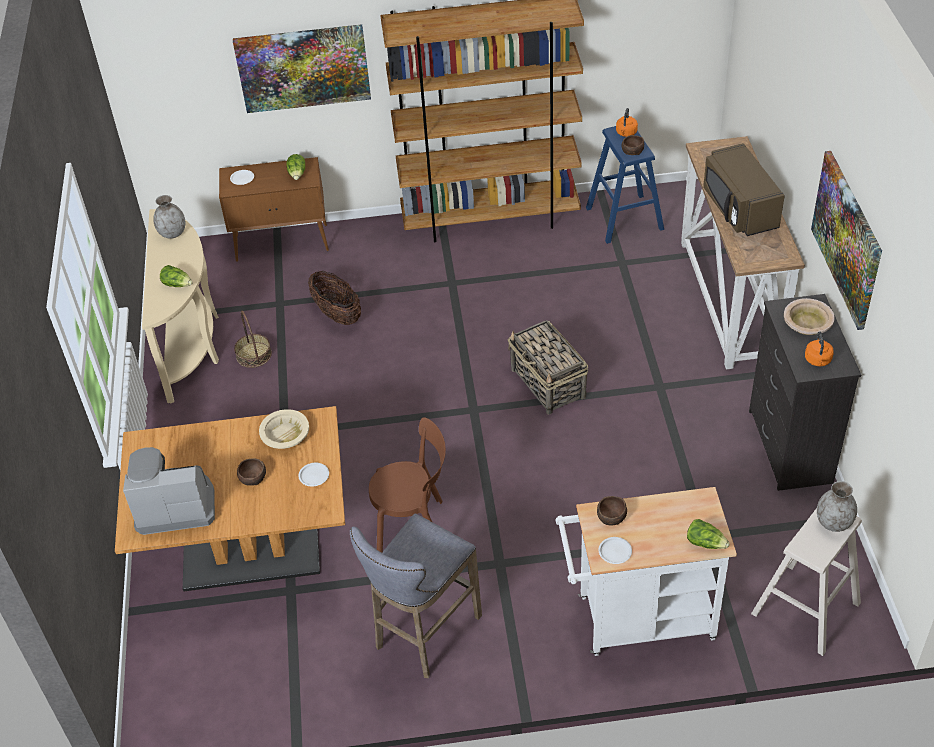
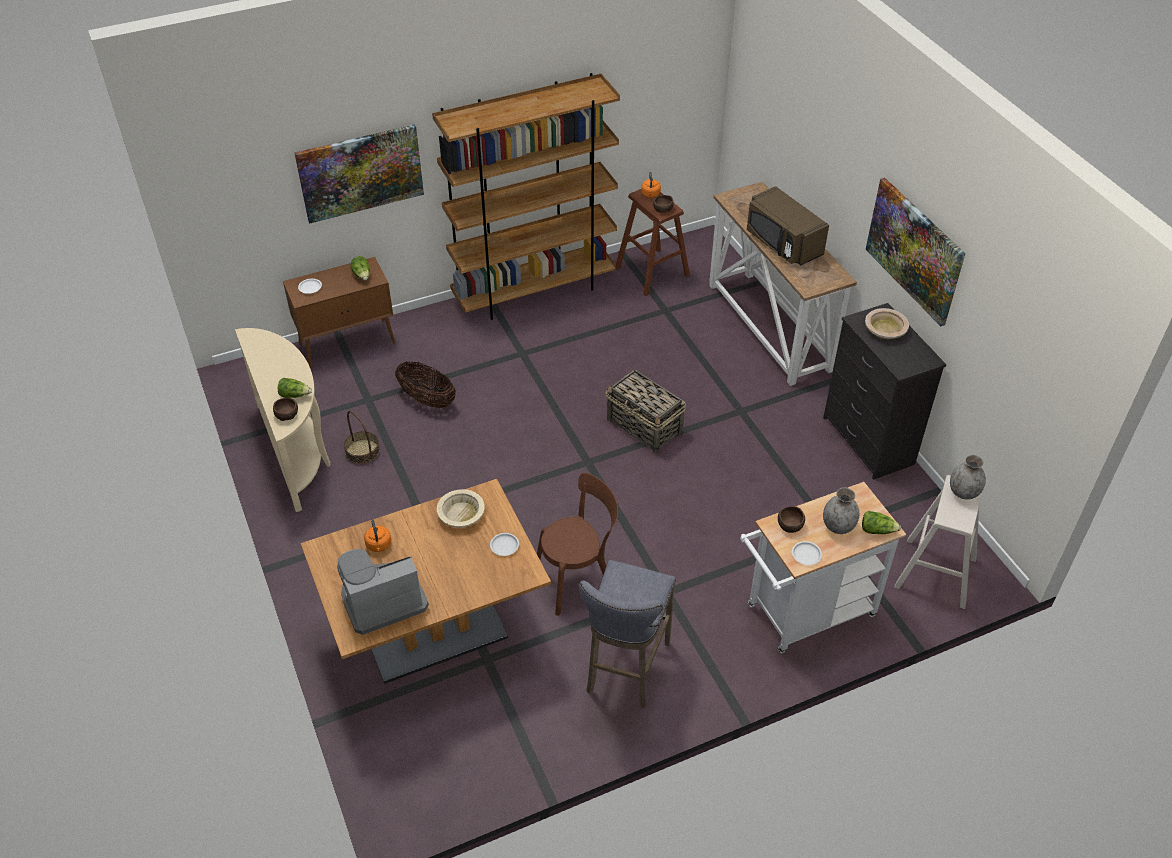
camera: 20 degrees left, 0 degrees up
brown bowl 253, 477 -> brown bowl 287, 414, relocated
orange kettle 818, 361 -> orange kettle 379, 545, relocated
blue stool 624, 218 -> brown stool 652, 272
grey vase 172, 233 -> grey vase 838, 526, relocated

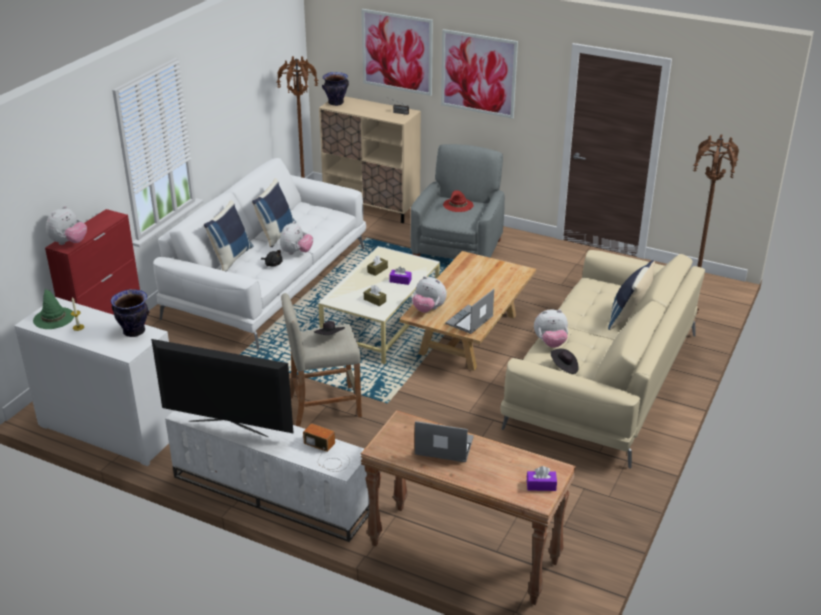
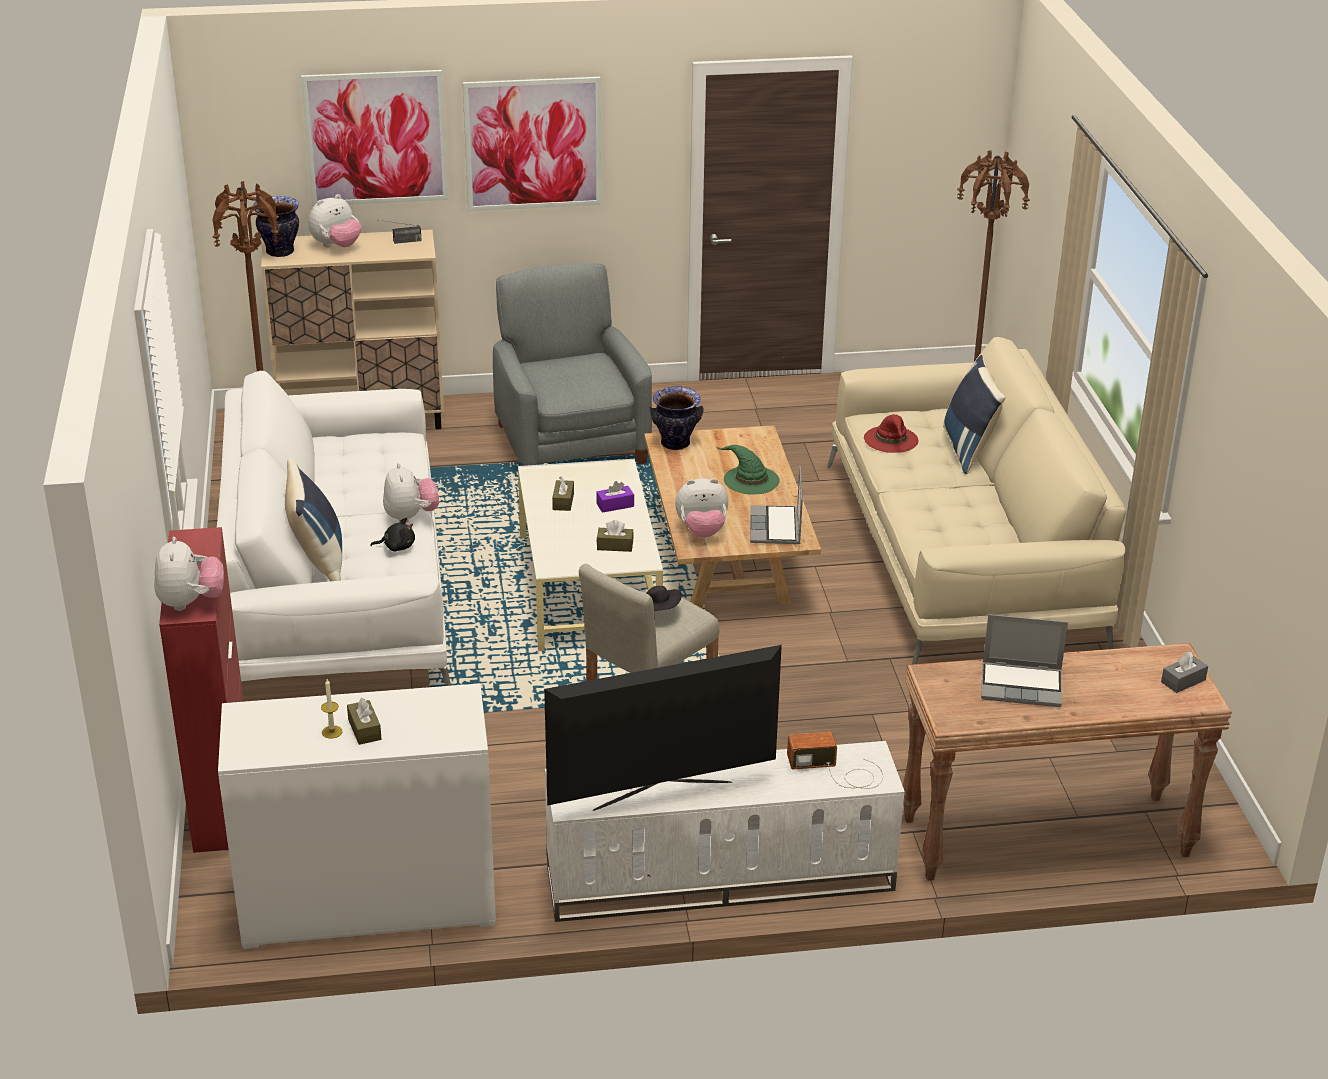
camera: 35 degrees left, 0 degrees up
plush toy 550, 343 -> plush toy 336, 246, relocated
none -> brown tissue box 364, 729
vase 134, 332 -> vase 675, 444, relocated
green hat 53, 317 -> green hat 750, 480, relocated
red hat 458, 205 -> red hat 891, 439, relocated
laptop 443, 447 -> laptop 1022, 685, 150 degrees counterclockwise
purple tissue box 541, 485 -> grey tissue box 1183, 681
blue pillow 275, 233 -> none
black hat 564, 367 -> none

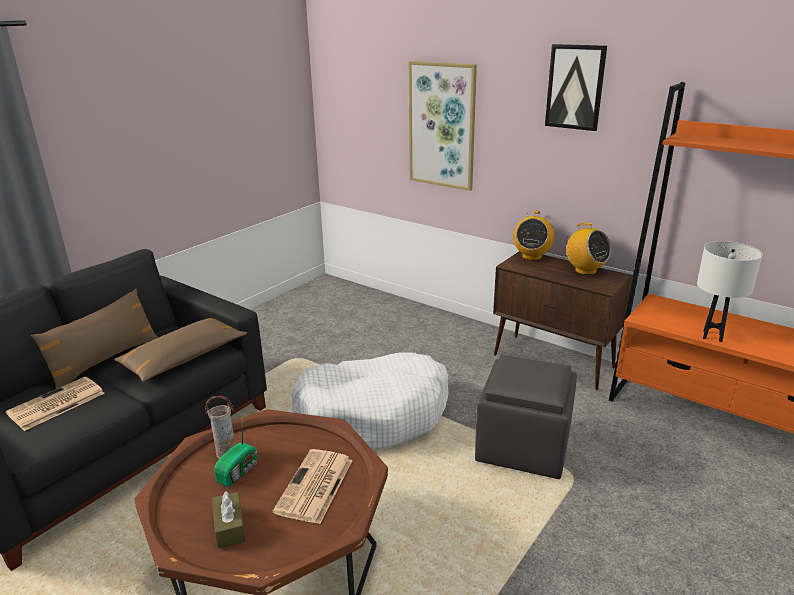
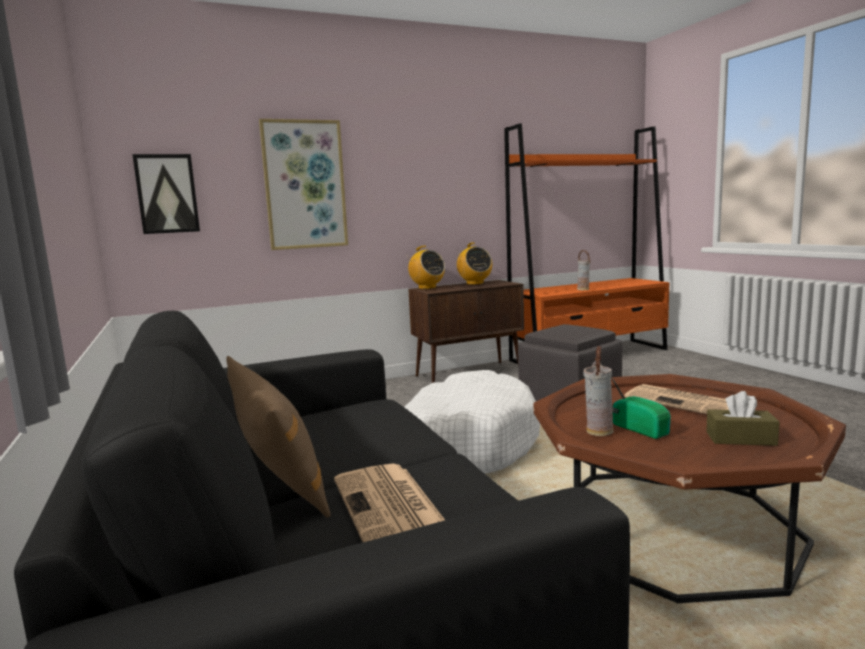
camera: 60 degrees left, 15 degrees down
picture 575, 87 -> picture 167, 194, relocated
radio 585, 270 -> radio 474, 283, 75 degrees clockwise
white table lamp 712, 336 -> vase 583, 290
brown pillow 184, 358 -> none

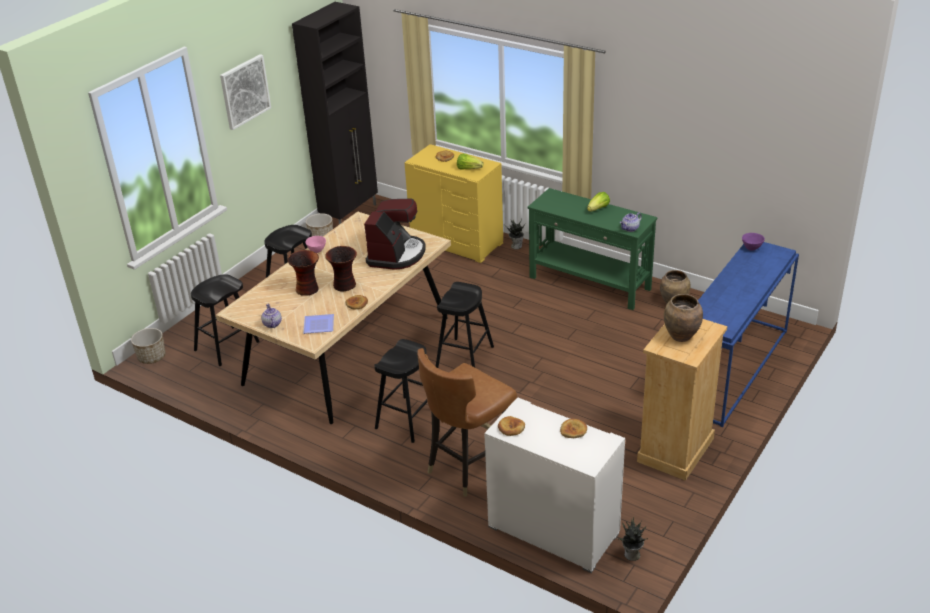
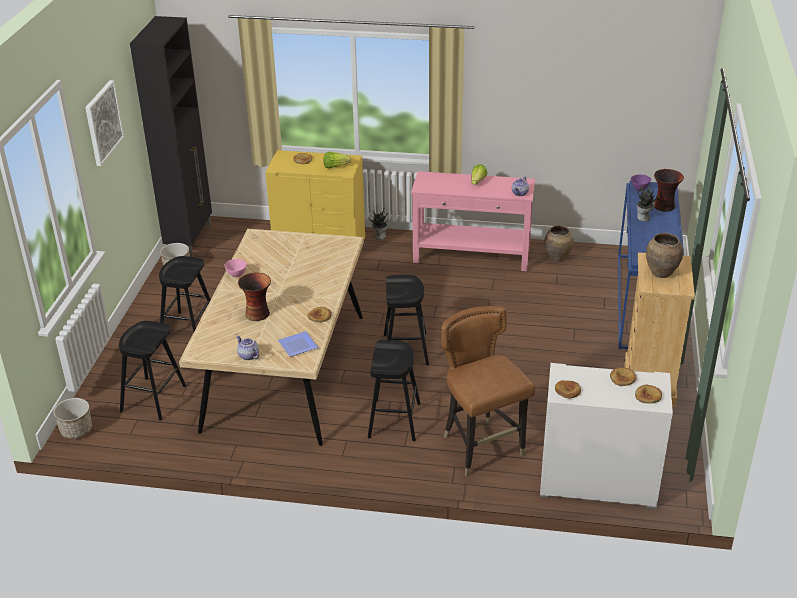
camera: 25 degrees left, 0 degrees up
green console table 590, 283 -> pink console table 472, 256
brown chair 468, 467 -> brown chair 482, 448, 135 degrees clockwise
none -> bread 648, 396
potted plant 632, 555 -> potted plant 643, 218, relocated
vase 345, 285 -> vase 664, 206, relocated
coffee machine 396, 254 -> none

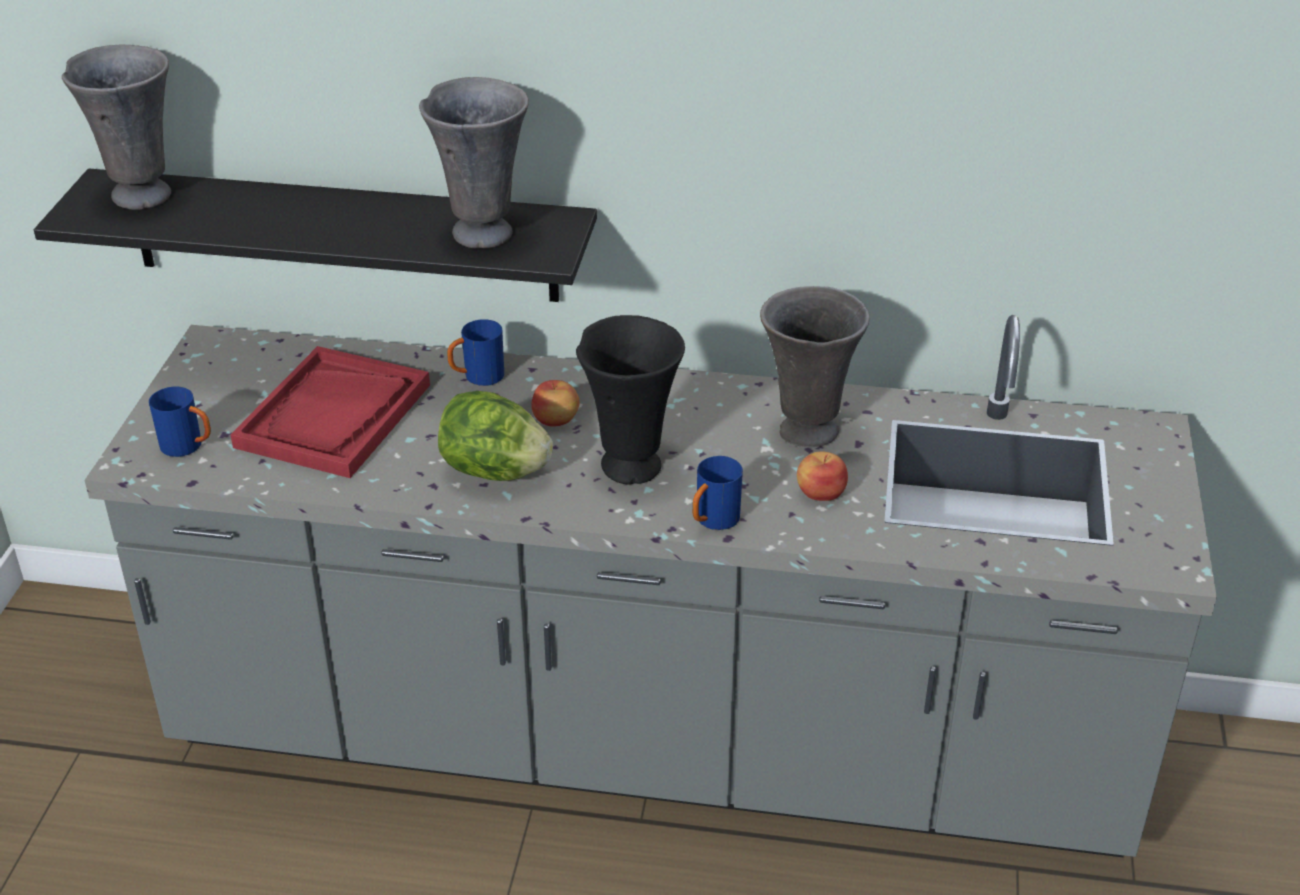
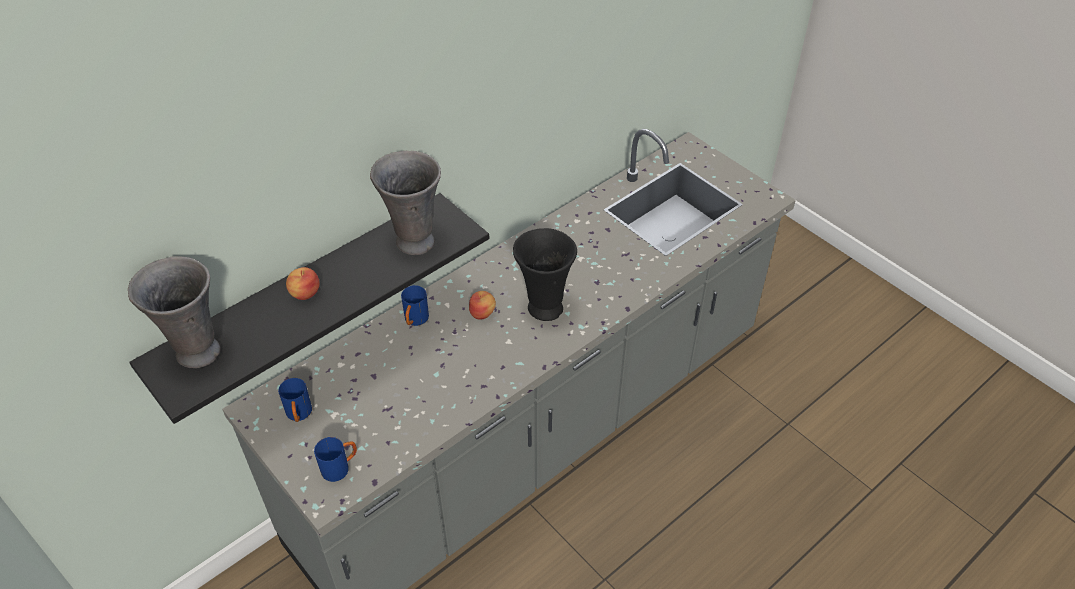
camera: 50 degrees left, 10 degrees up
blue mug 712, 522 -> blue mug 299, 415, relocated
apple 820, 492 -> apple 305, 293, relocated
red tray 334, 416 -> none
lettuce 494, 472 -> none
grey vase 806, 432 -> none

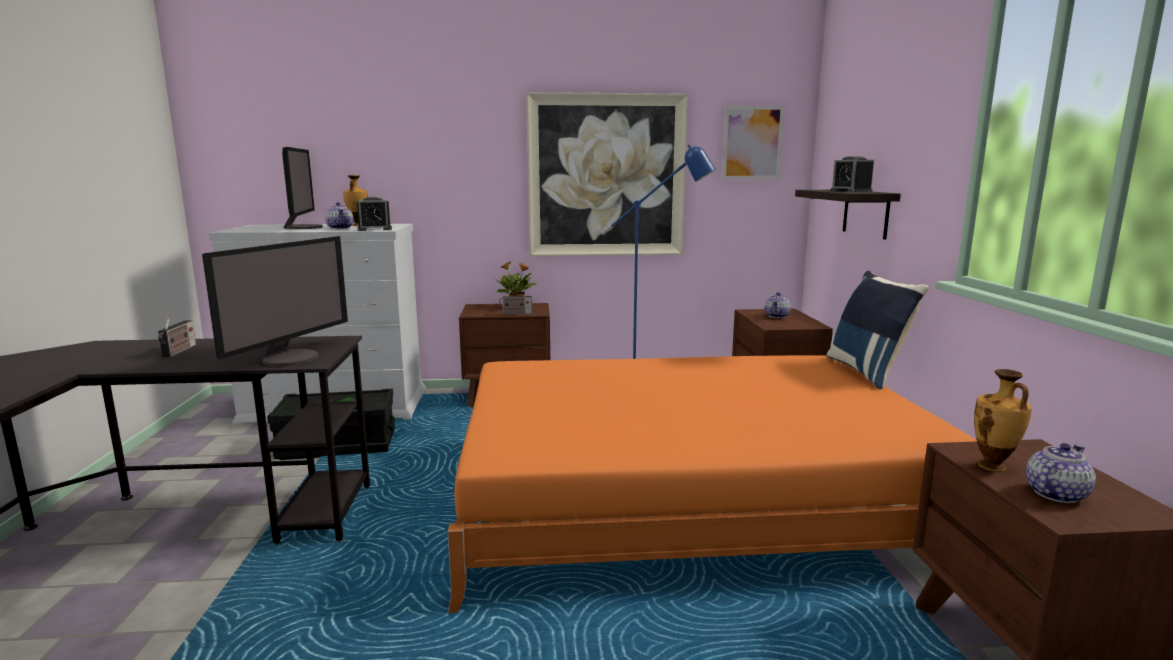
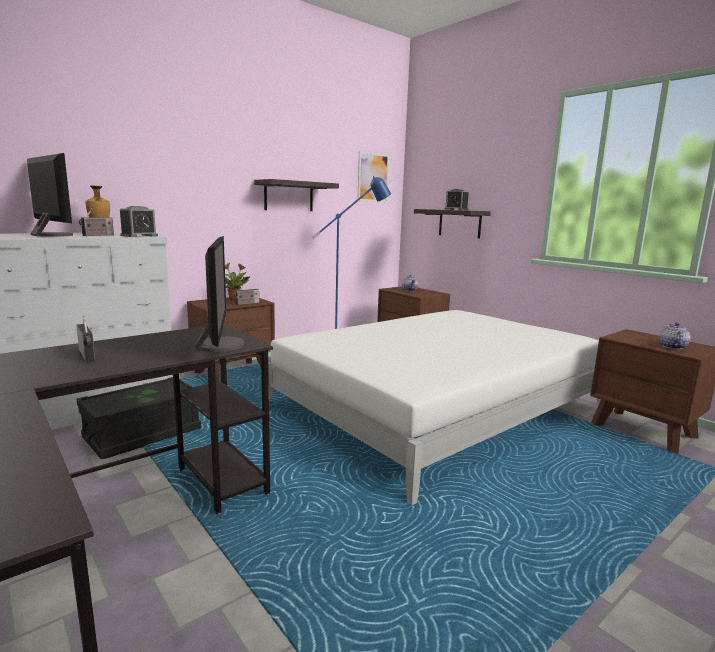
camera: 35 degrees left, 0 degrees up
teapot 340, 228 -> radio 97, 235
picture 606, 176 -> shelf 288, 196
orange bed 686, 497 -> white bed 436, 405
blue pillow 868, 372 -> none
vase 993, 467 -> none

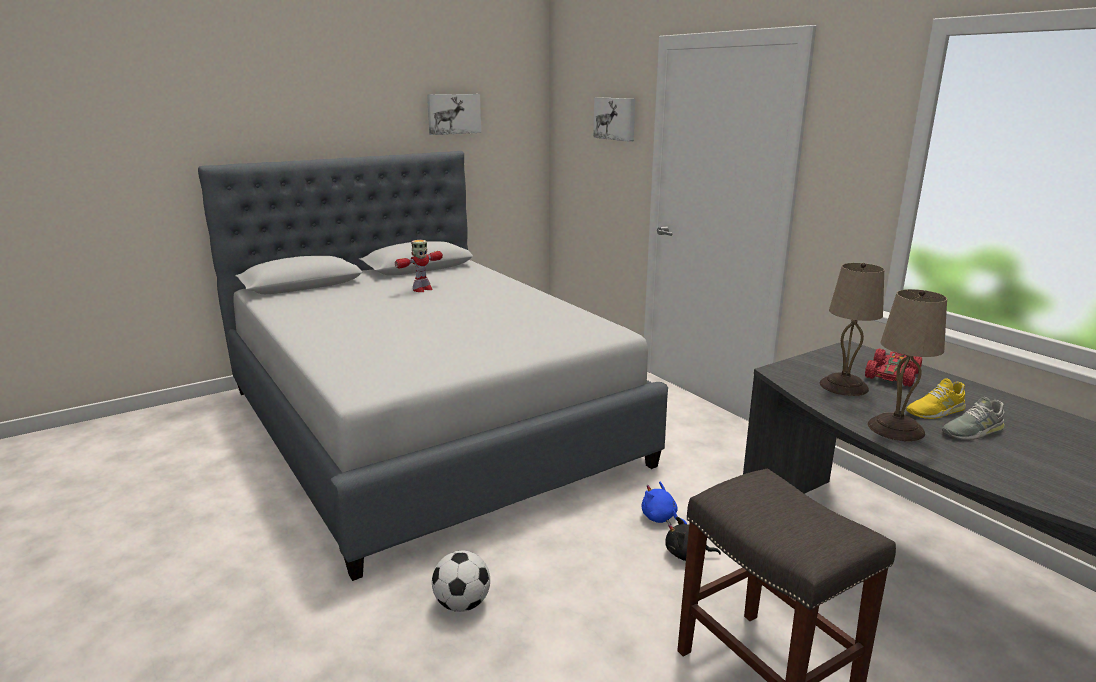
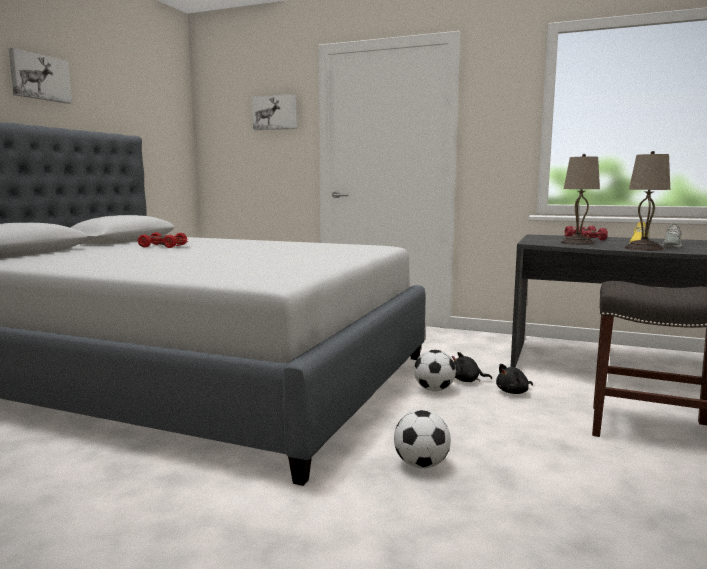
camera: 35 degrees left, 10 degrees down
picture 453, 114 -> picture 39, 77, relocated
toy robot 422, 289 -> red toy car 164, 246
none -> football 434, 390
blue plush toy 660, 518 -> black plush toy 467, 380

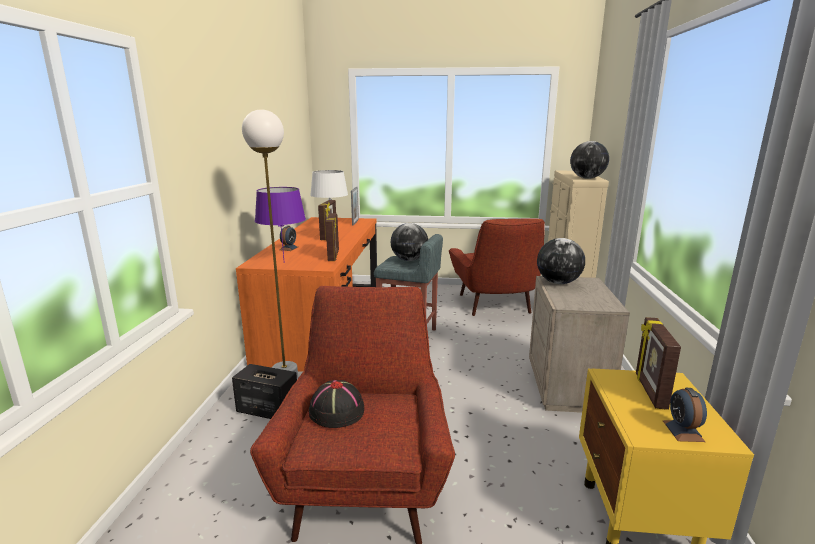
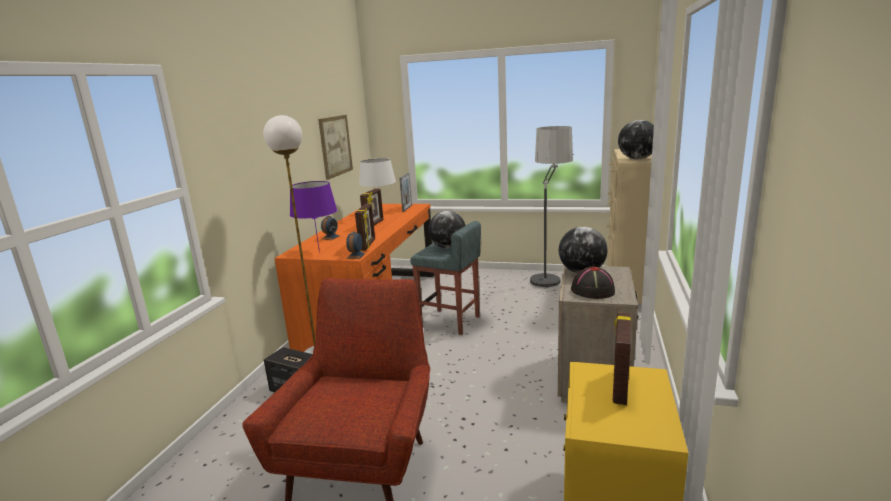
camera: 10 degrees right, 0 degrees up
none -> picture 335, 146
alarm clock 683, 431 -> alarm clock 356, 256, relocated
red armchair 495, 305 -> floor lamp 549, 292
black hat 336, 411 -> black hat 592, 290, relocated

